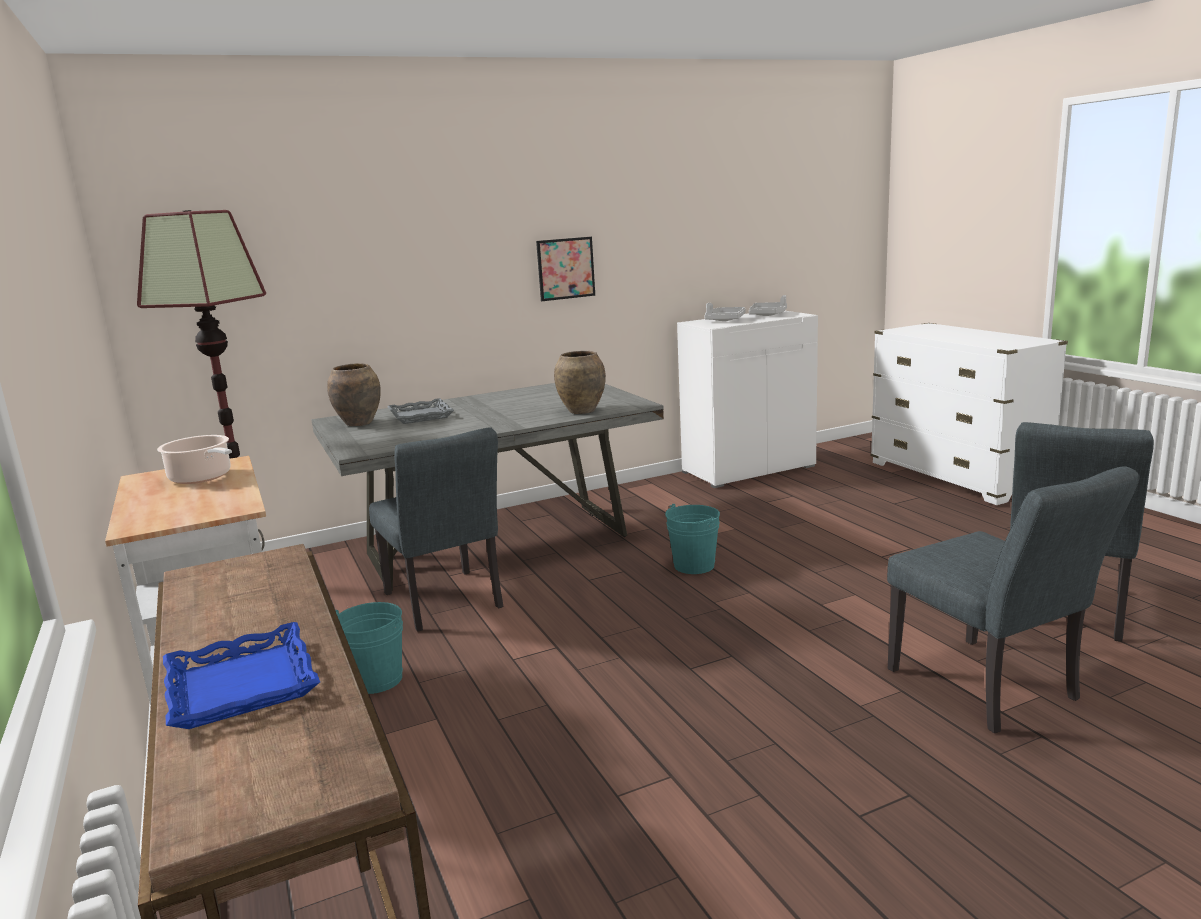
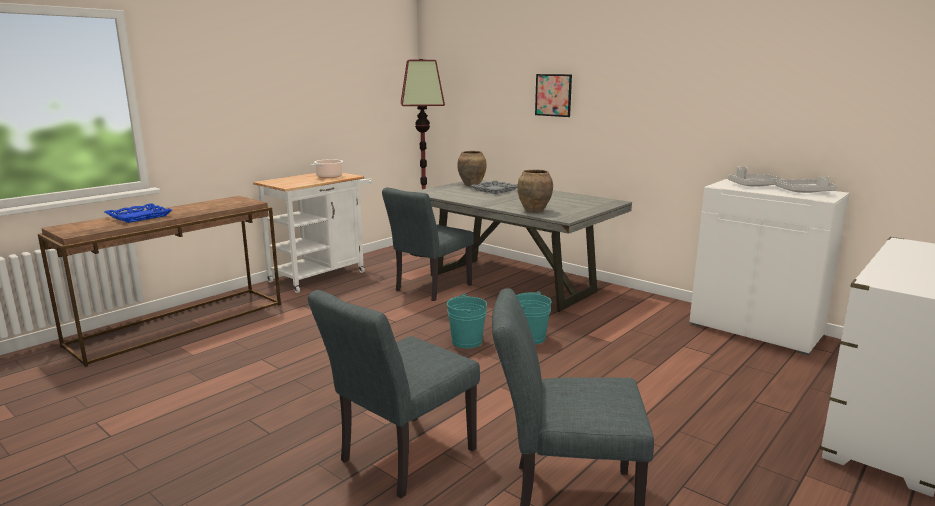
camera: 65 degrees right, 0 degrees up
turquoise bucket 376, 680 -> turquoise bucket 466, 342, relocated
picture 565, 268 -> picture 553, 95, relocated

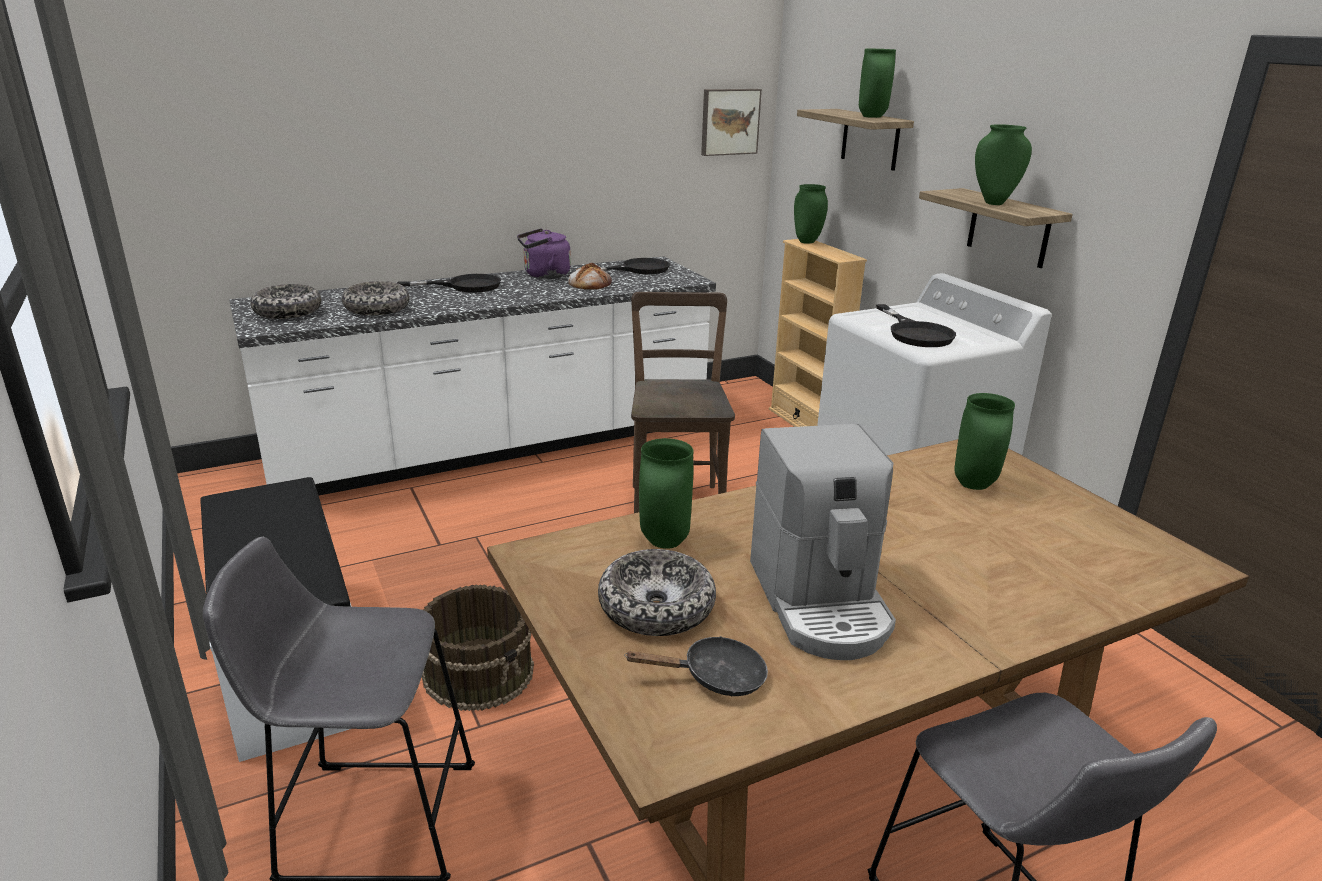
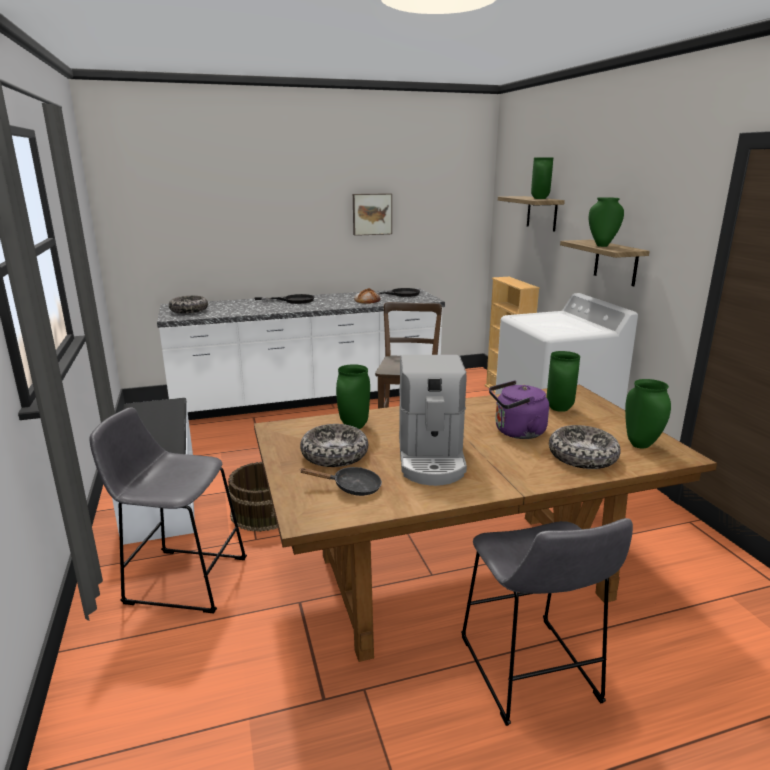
camera: 10 degrees right, 5 degrees down
picture 729, 121 -> picture 372, 214, relocated
purple kettle 544, 275 -> purple kettle 516, 432, relocated
bowl 377, 308 -> bowl 582, 456, relocated
green vase 808, 242 -> green vase 641, 445, relocated
black frying pan 915, 333 -> none

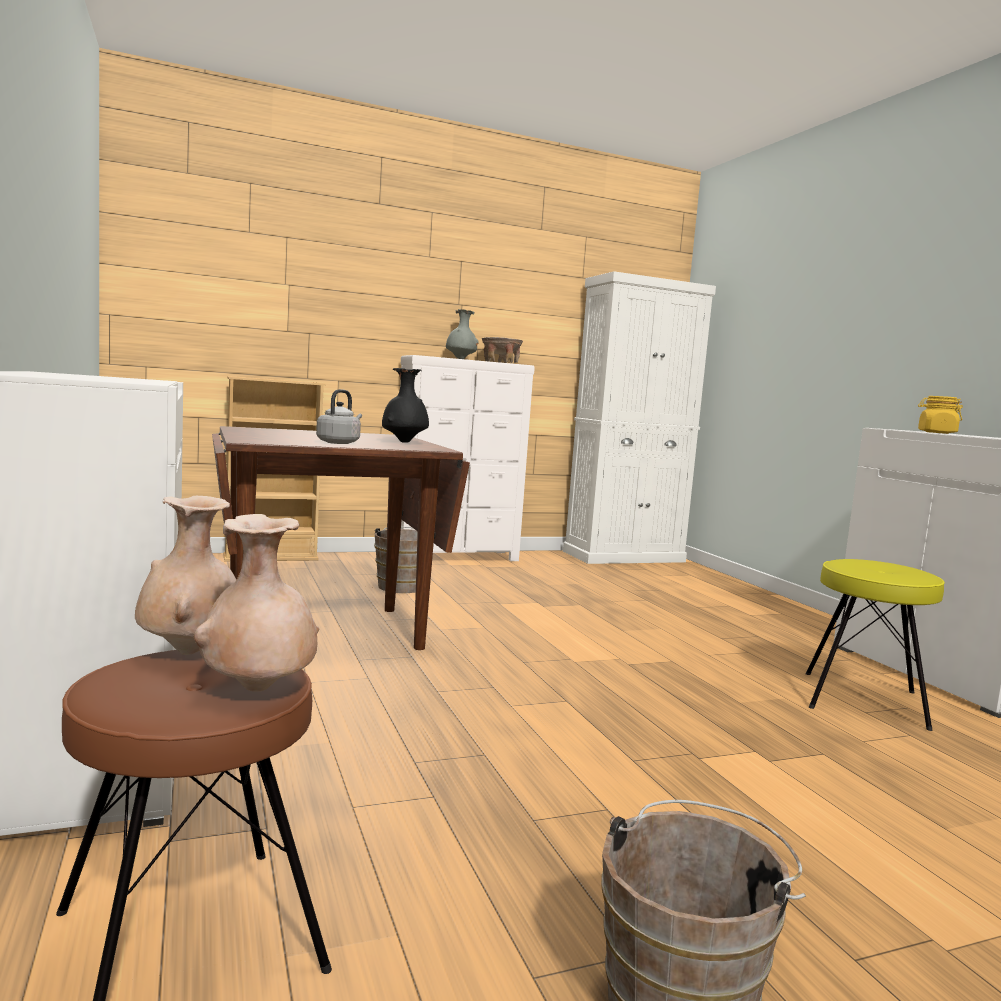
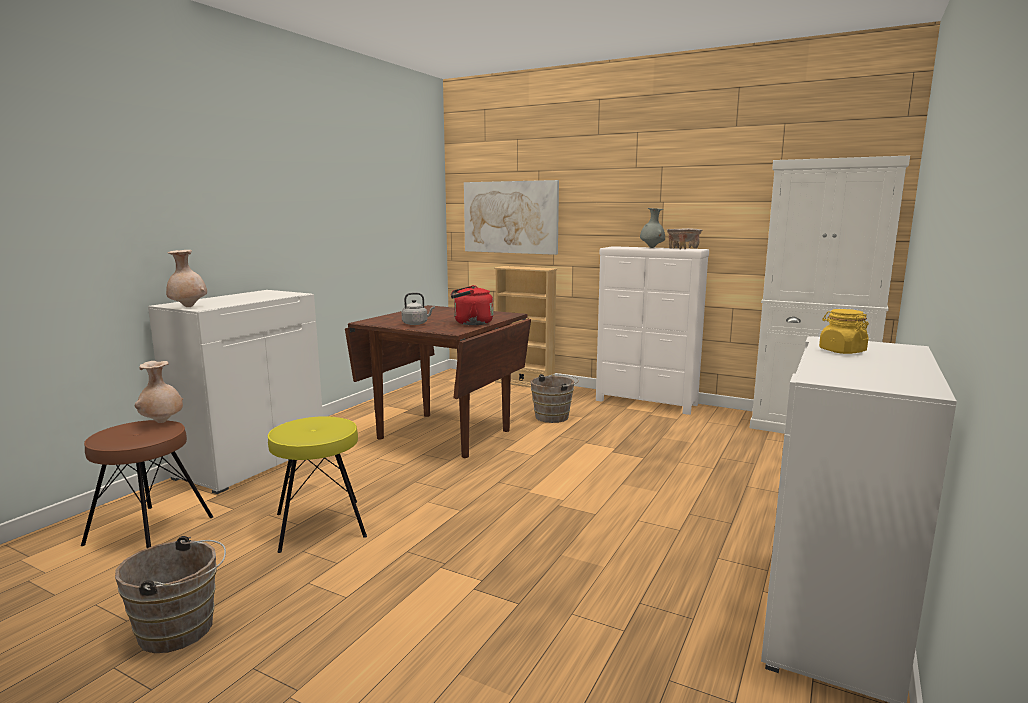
camera: 50 degrees right, 5 degrees up
beige vase 257, 689 -> beige vase 188, 307, relocated
yellow stool 862, 699 -> yellow stool 319, 524, relocated
black vase 404, 442 -> red kettle 470, 323
none -> picture 510, 217

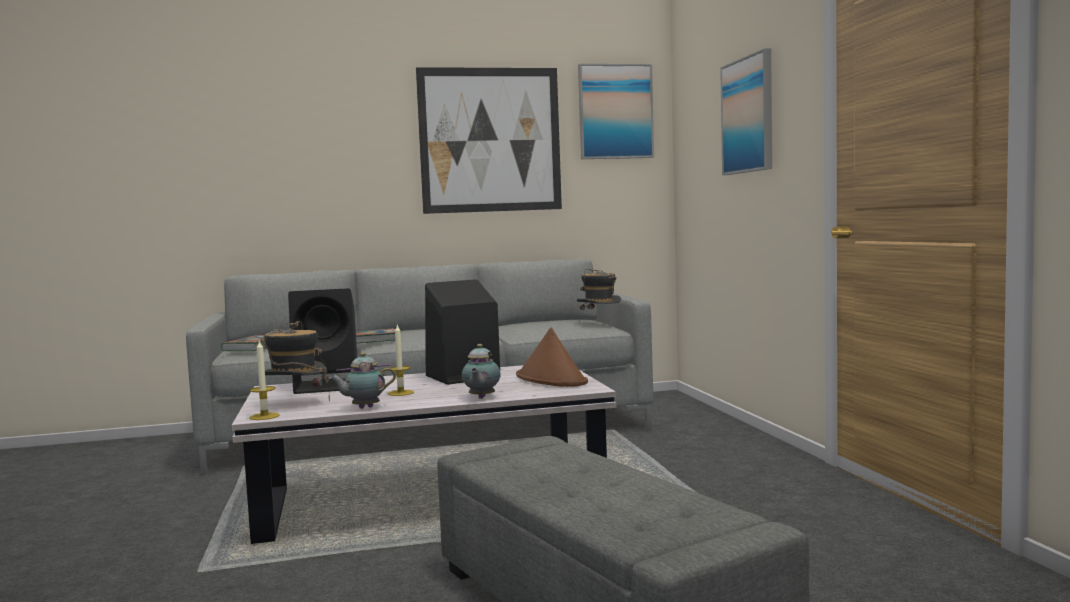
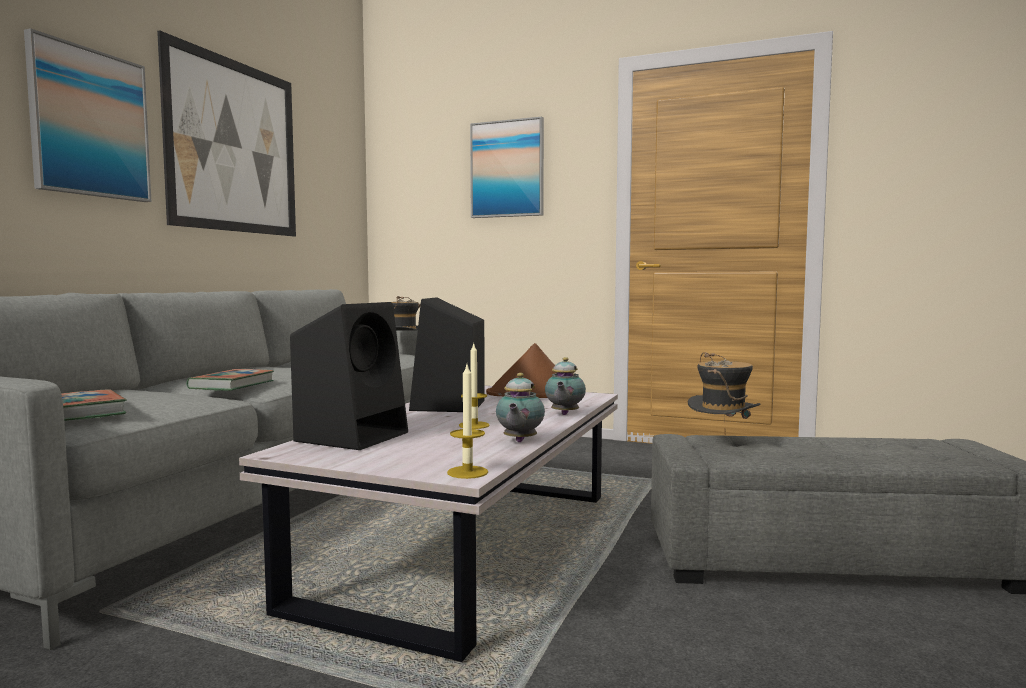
camera: 55 degrees left, 0 degrees up
picture 615, 112 -> picture 90, 123, relocated
teapot 481, 398 -> teapot 564, 414, 60 degrees clockwise
hat 295, 404 -> hat 722, 443, relocated

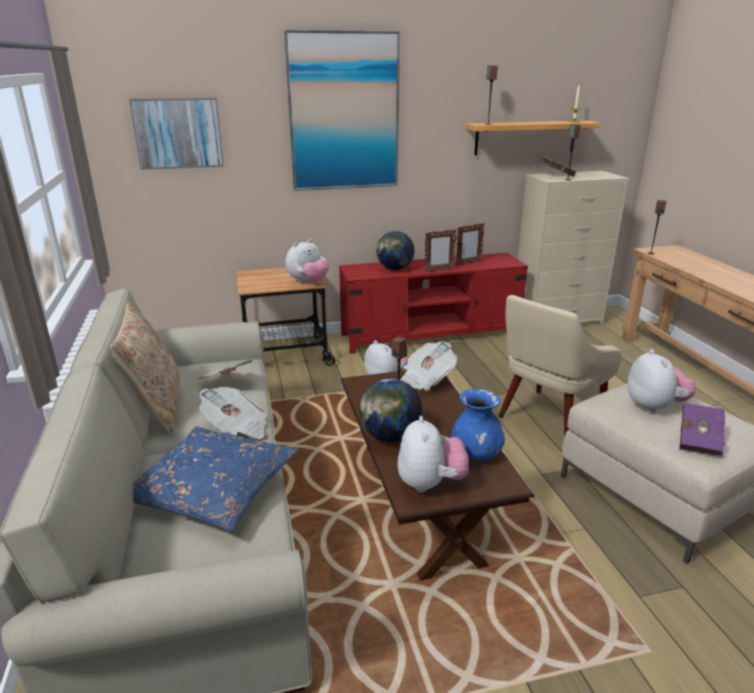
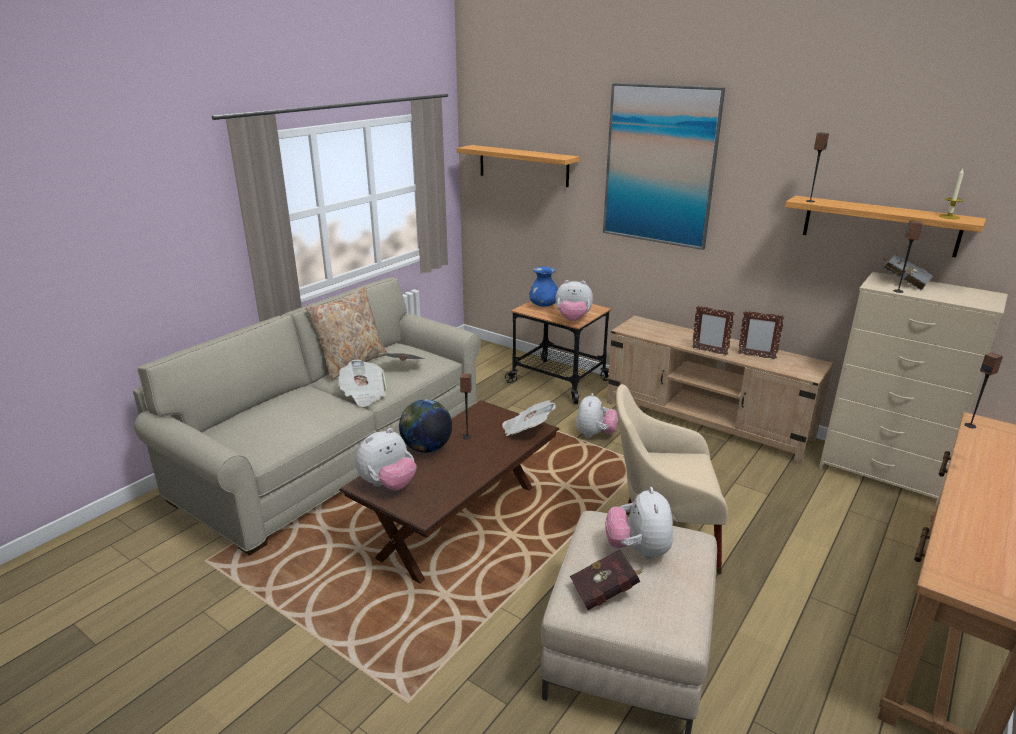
camera: 50 degrees right, 0 degrees up
picture 178, 133 -> shelf 523, 165
blue vase 476, 454 -> blue vase 543, 305, relocated
purple book 699, 440 -> red book 606, 592
plush toy 654, 406 -> plush toy 638, 550, 135 degrees clockwise
red tv stand 431, 335 -> beige tv stand 706, 421
blue pillow 213, 489 -> none
globe 395, 269 -> none

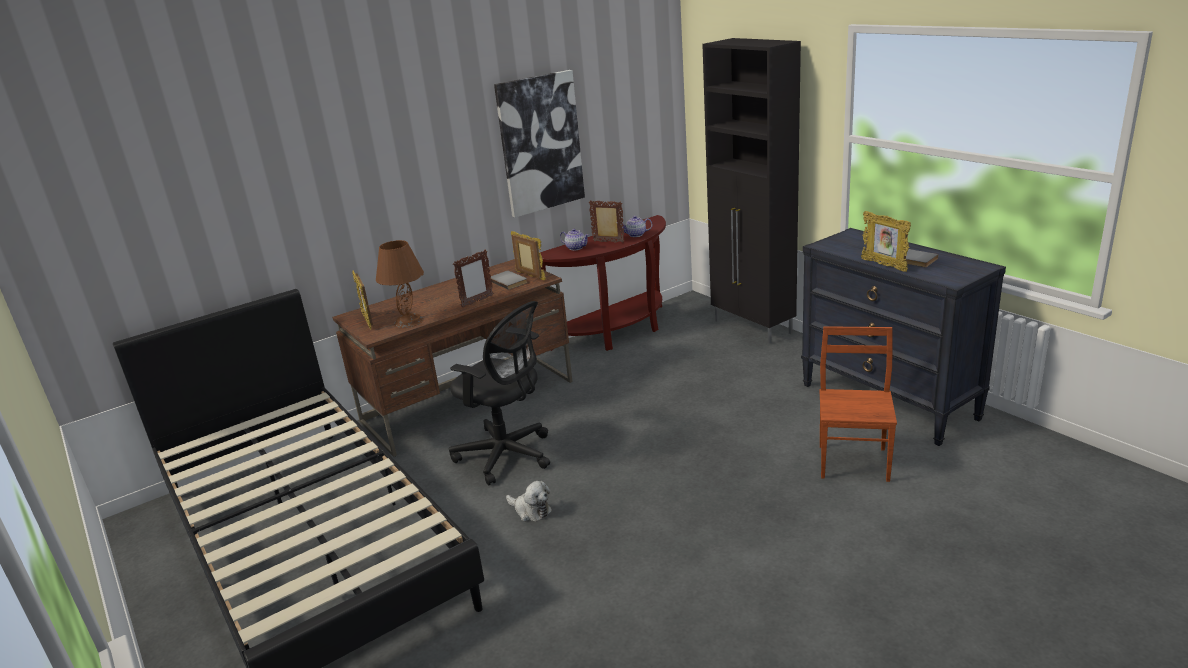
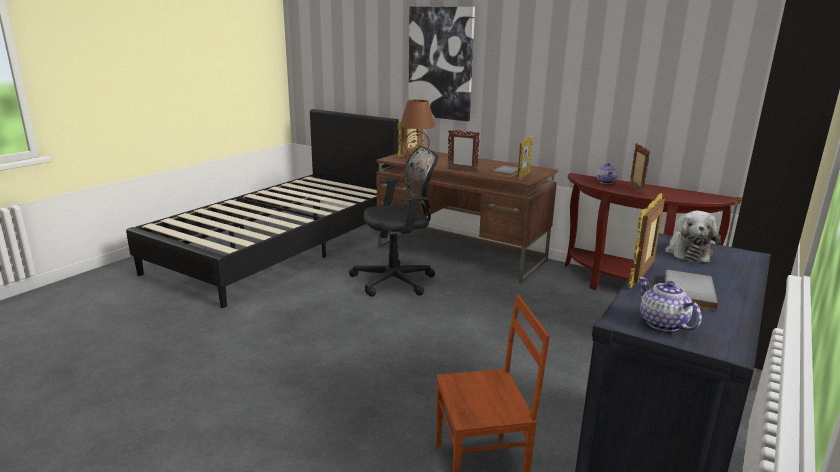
camera: 65 degrees right, 5 degrees down
black office chair 507, 456 -> black office chair 397, 281, 120 degrees counterclockwise
picture 540, 143 -> picture 441, 63, relocated
teapot 636, 235 -> teapot 663, 324, relocated
plush toy 531, 510 -> plush toy 688, 252, relocated

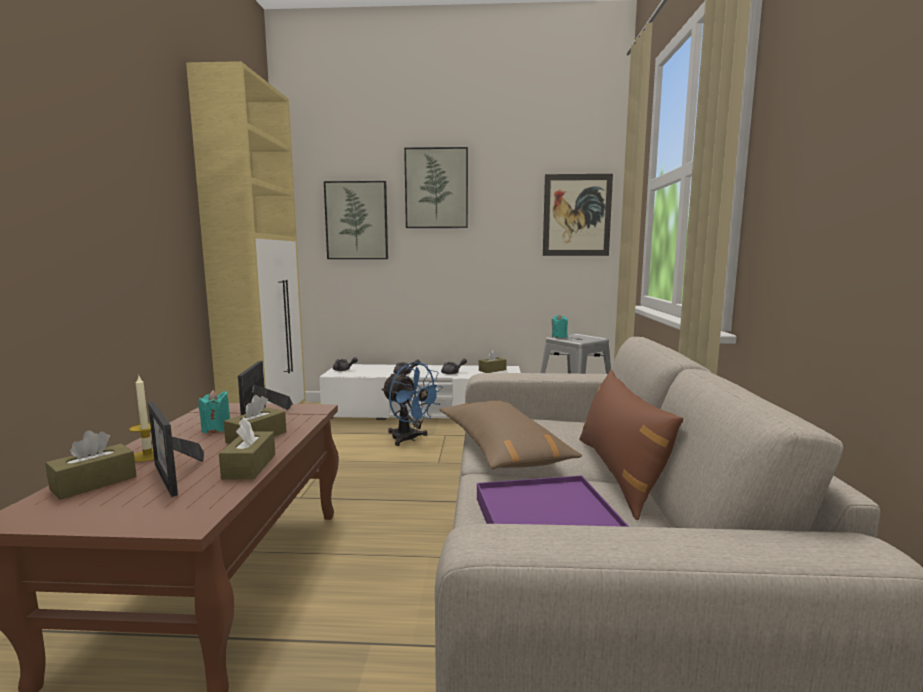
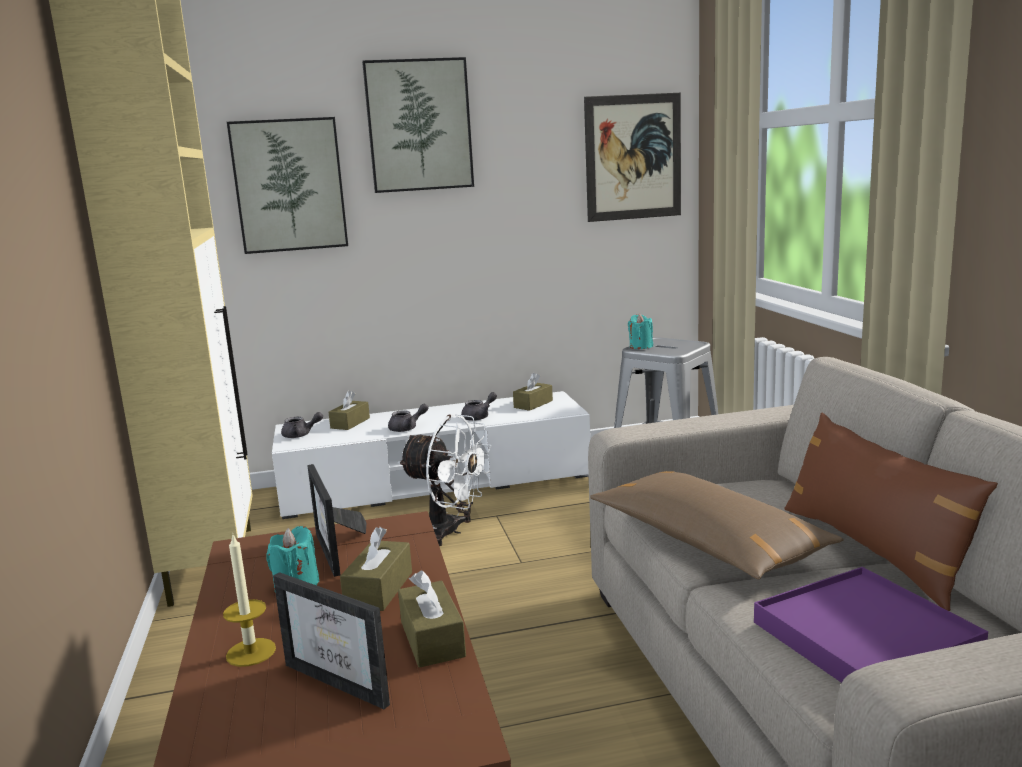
camera: 15 degrees left, 5 degrees up
brown tissue box 94, 483 -> brown tissue box 350, 423, relocated
blue fan 409, 439 -> white fan 449, 532

